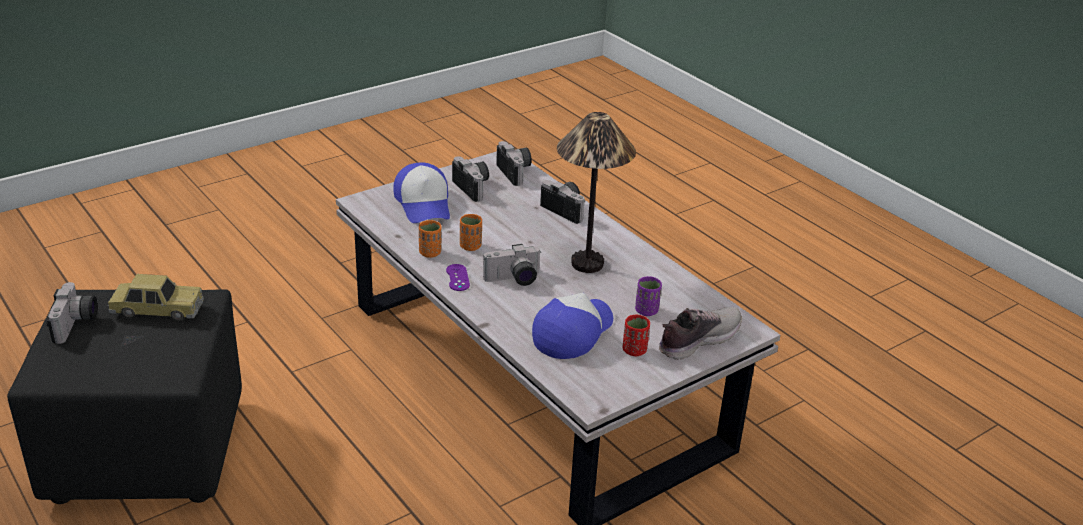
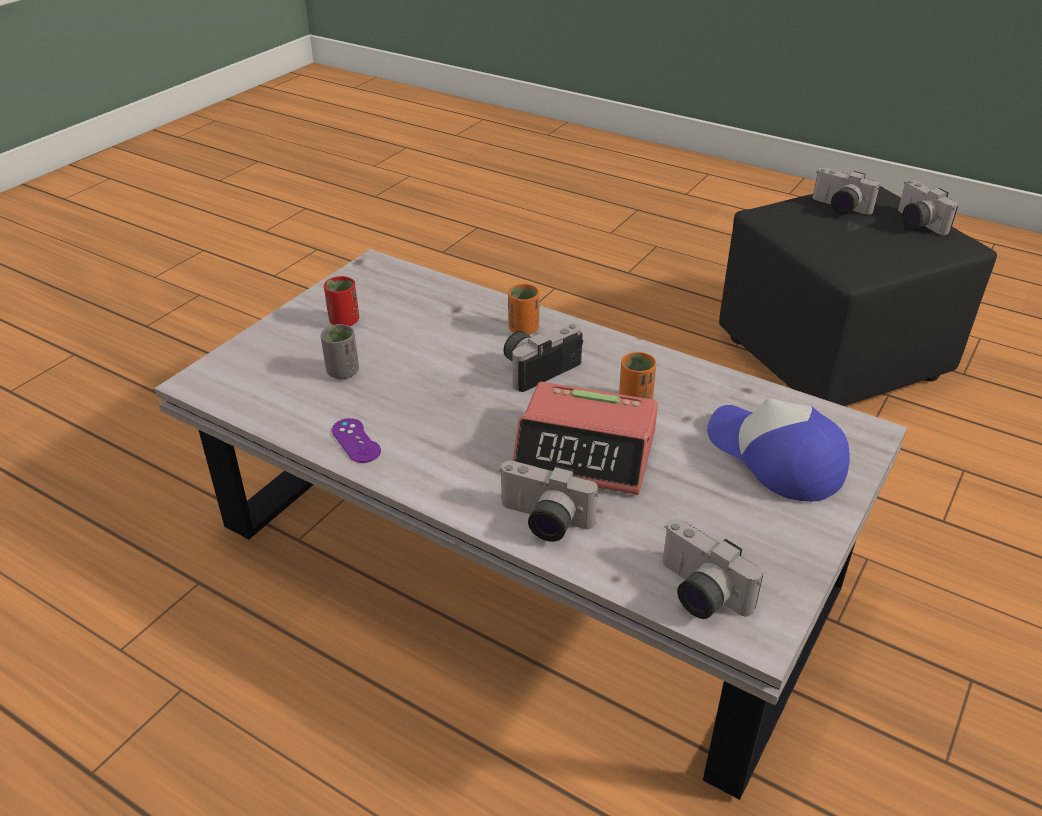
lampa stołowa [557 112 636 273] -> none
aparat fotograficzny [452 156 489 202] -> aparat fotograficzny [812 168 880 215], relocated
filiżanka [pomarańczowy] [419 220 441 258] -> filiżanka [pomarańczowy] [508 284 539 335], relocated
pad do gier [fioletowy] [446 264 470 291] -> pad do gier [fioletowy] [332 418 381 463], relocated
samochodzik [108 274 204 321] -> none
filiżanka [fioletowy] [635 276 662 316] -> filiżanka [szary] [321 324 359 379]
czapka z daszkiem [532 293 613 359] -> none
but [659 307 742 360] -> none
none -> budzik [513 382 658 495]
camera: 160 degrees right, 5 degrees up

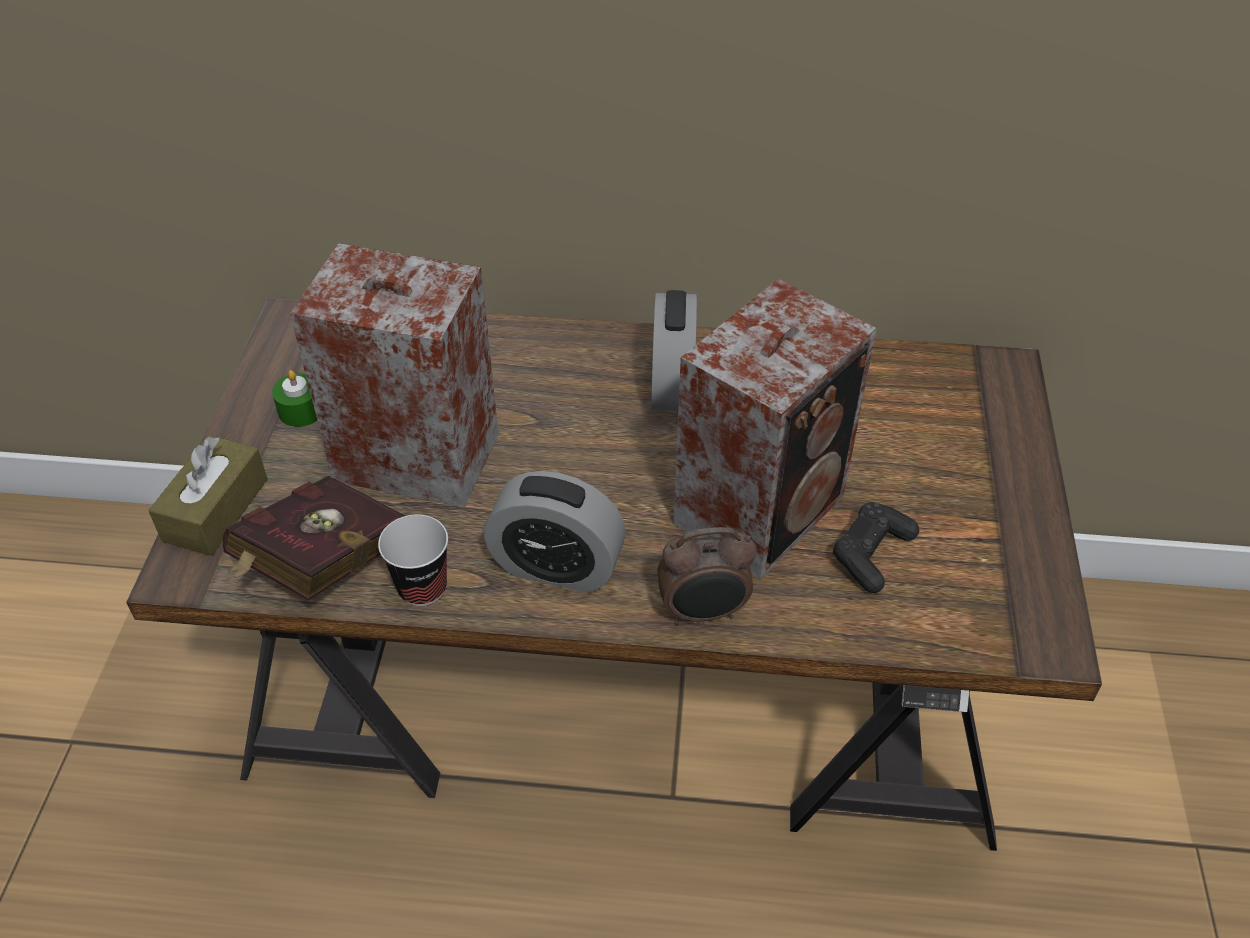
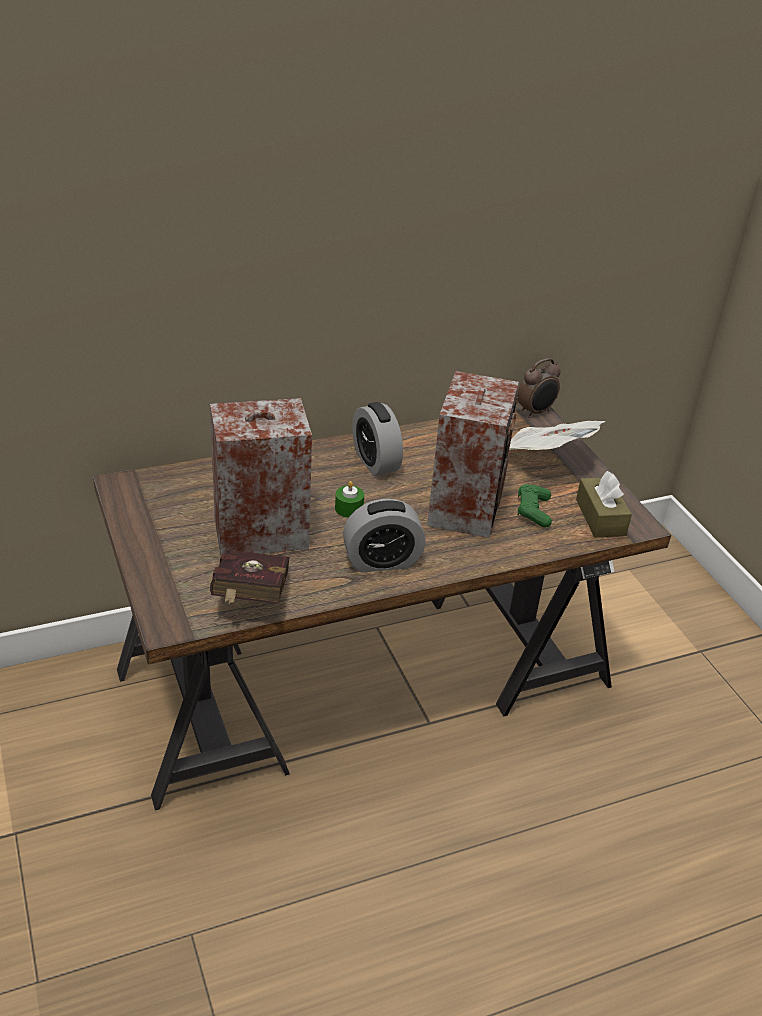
świeca [zielony] [272 370 317 427] -> świeca [zielony] [335 481 364 518], relocated
pudełko chusteczek [brązowy] [148 435 268 556] -> pudełko chusteczek [brązowy] [576 471 632 537], relocated
pad do gier [czarny] [833 502 919 593] -> pad do gier [zielony] [518 484 552 528]
filiżanka [378 514 448 606] -> none
budzik [658 527 756 625] -> budzik [517 358 561 418], relocated
none -> gazeta [509 421 605 450]
camera: 30 degrees left, 10 degrees down

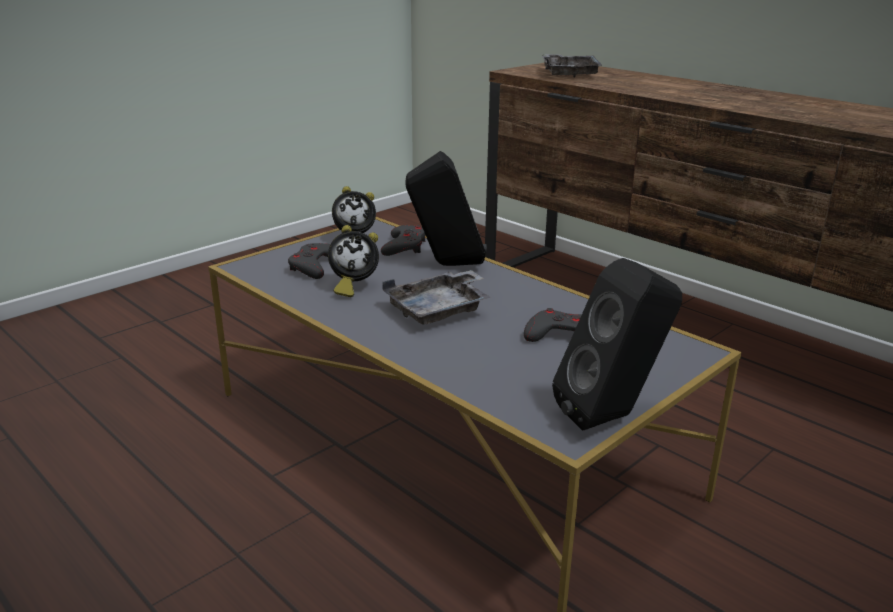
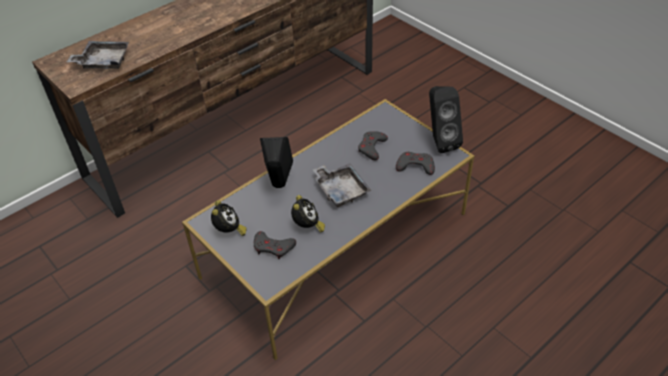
pad do gier [szary] [381 225 426 256] -> pad do gier [szary] [396 152 435 175], relocated
camera: 85 degrees left, 20 degrees up

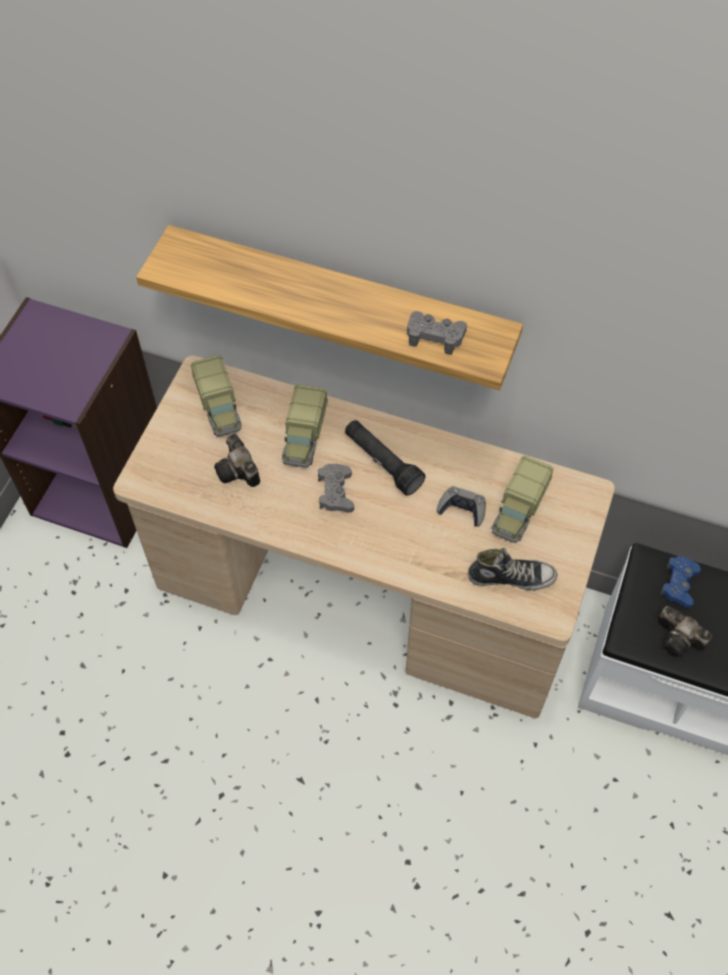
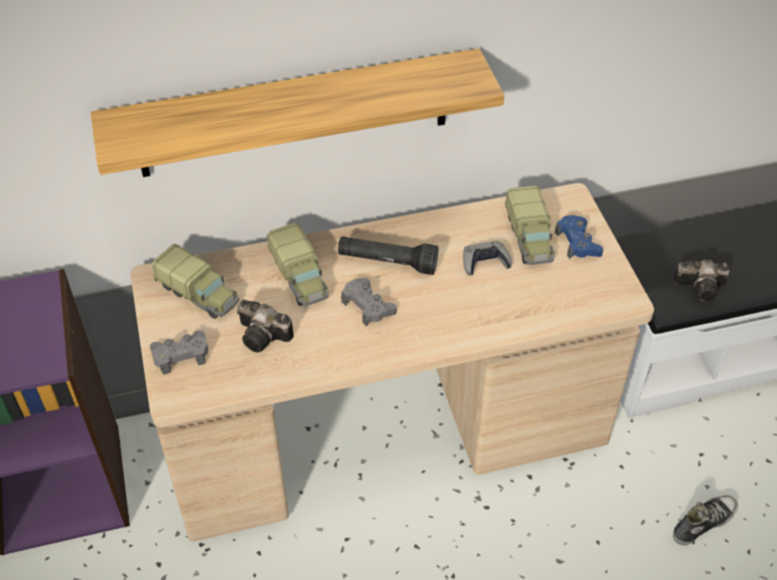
pad do gier [szary] [407 311 467 355] -> pad do gier [szary] [150 331 208 375], relocated
but [468 548 557 591] -> but [673 495 738 545], relocated
pad do gier [niebieski] [660 556 701 608] -> pad do gier [niebieski] [555 215 603 259], relocated
camera: 35 degrees left, 10 degrees down

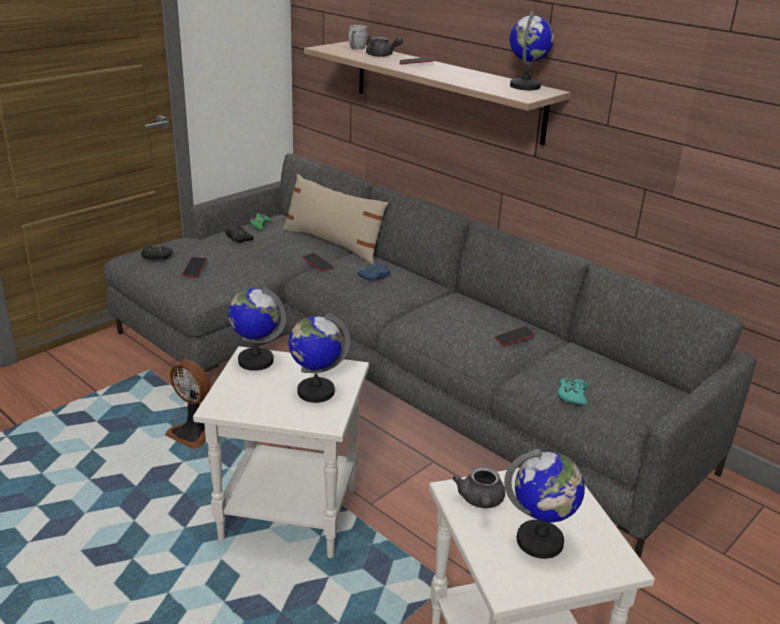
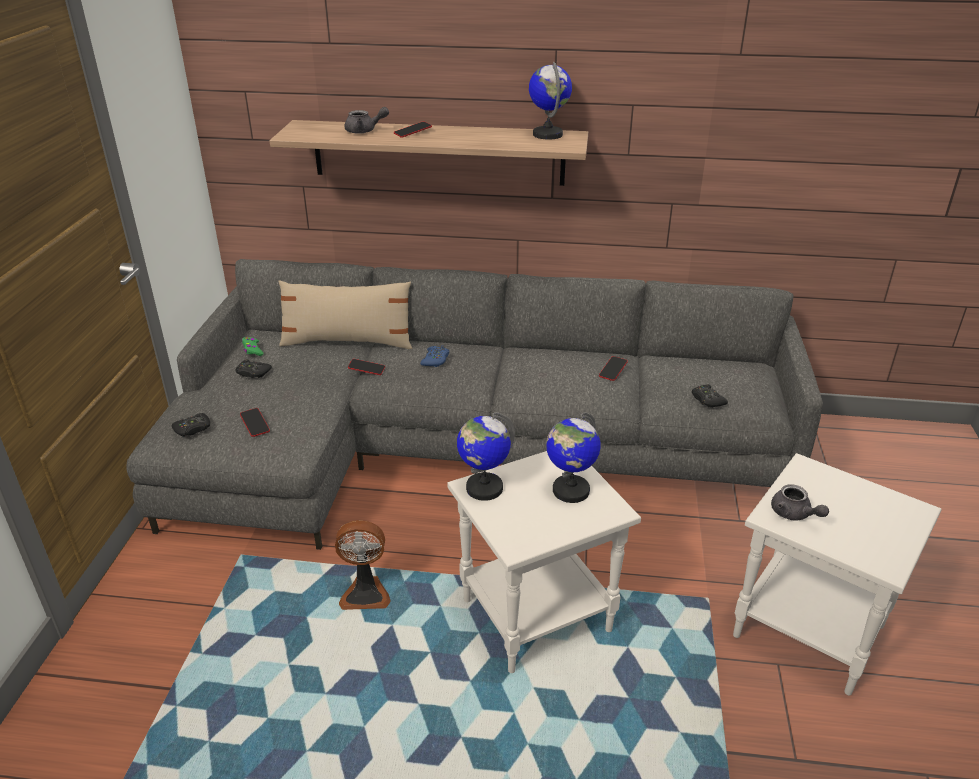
kubek [szary] [348 25 368 50] -> none
pad do gier [turkusowy] [558 377 589 405] -> pad do gier [czarny] [692 384 728 408]
globus [504 449 585 559] -> none
camera: 35 degrees left, 5 degrees up

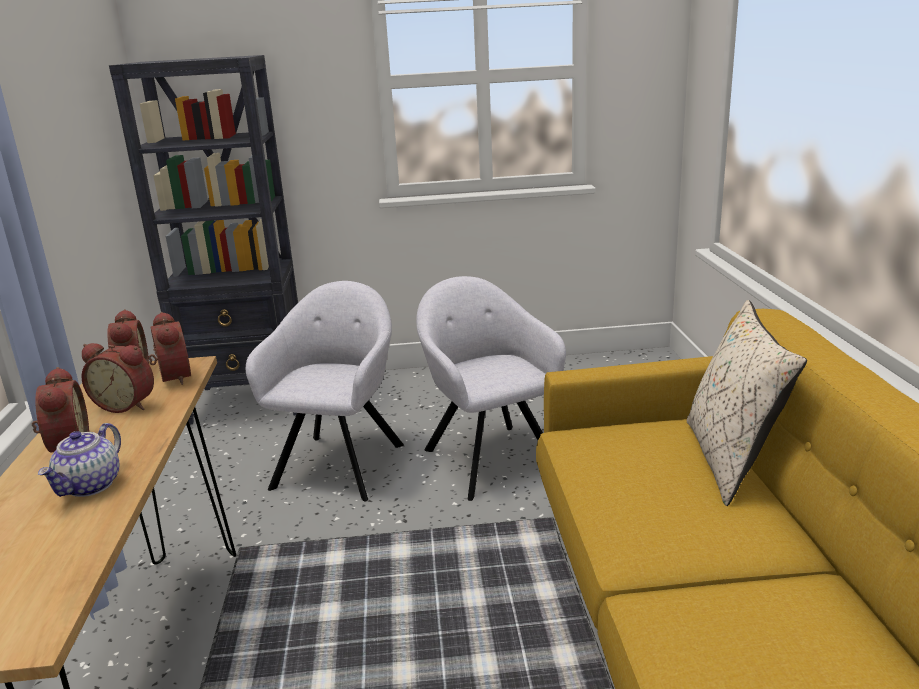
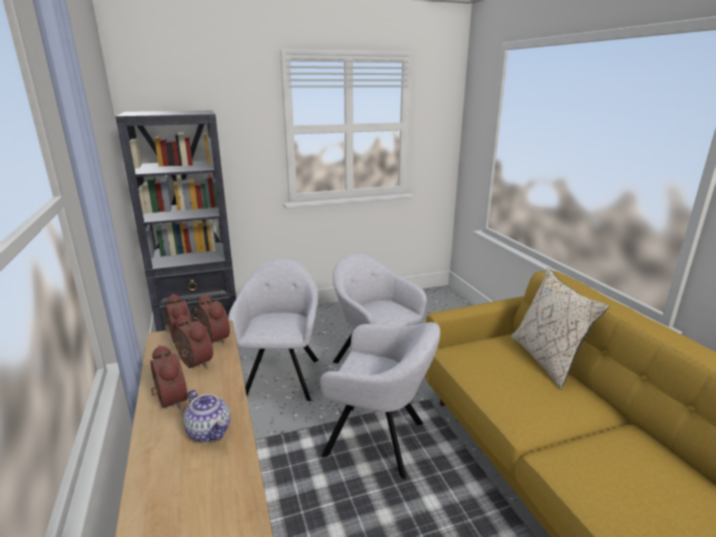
budzik [81 343 154 413] -> budzik [174 315 213 368], 135 degrees counterclockwise
imbryk [38 423 121 497] -> imbryk [183 390 231 442], 45 degrees counterclockwise
none -> fotel [szary] [320 322 440 479]
camera: 15 degrees left, 0 degrees up

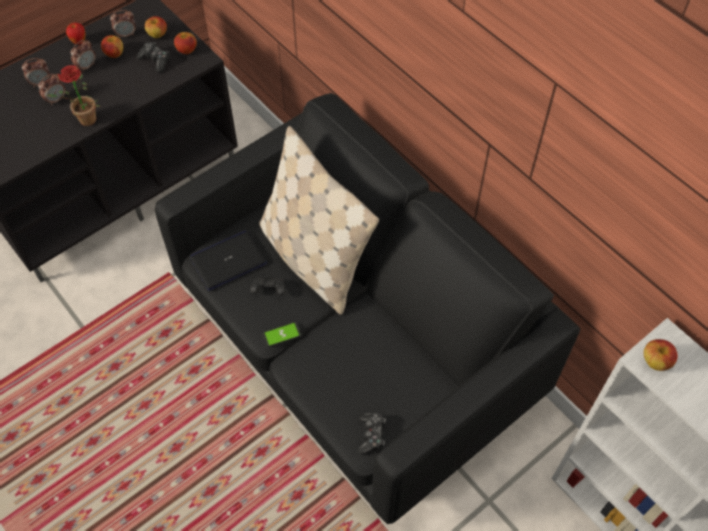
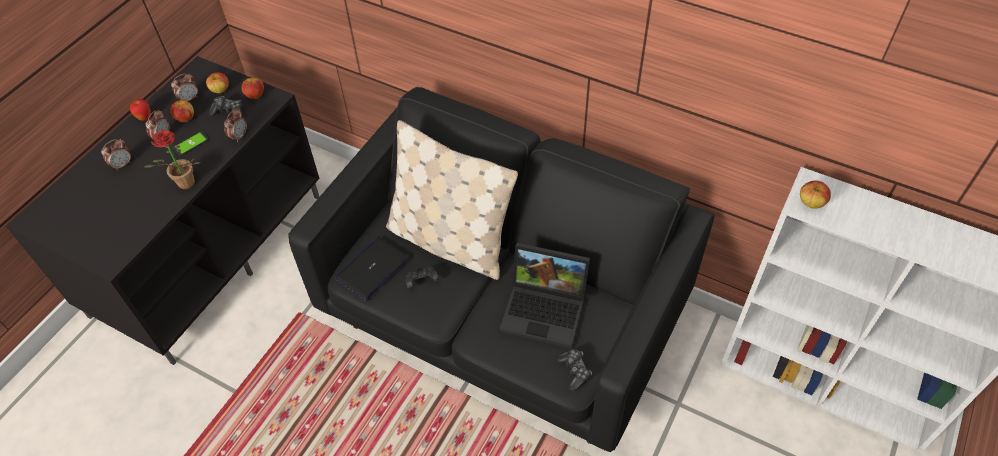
budzik [38 73 65 106] -> budzik [224 109 247 142], relocated
telefon [262 322 302 347] -> telefon [173 131 209 156], relocated
none -> laptop [499 243 590 349]
camera: 20 degrees left, 5 degrees down

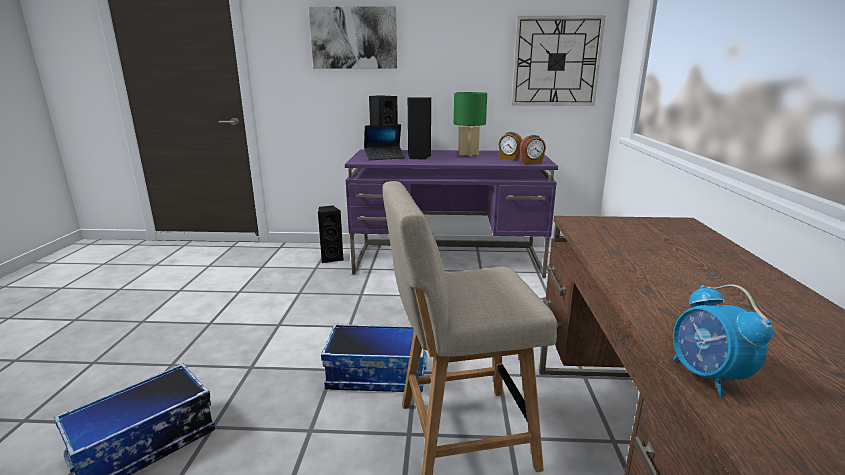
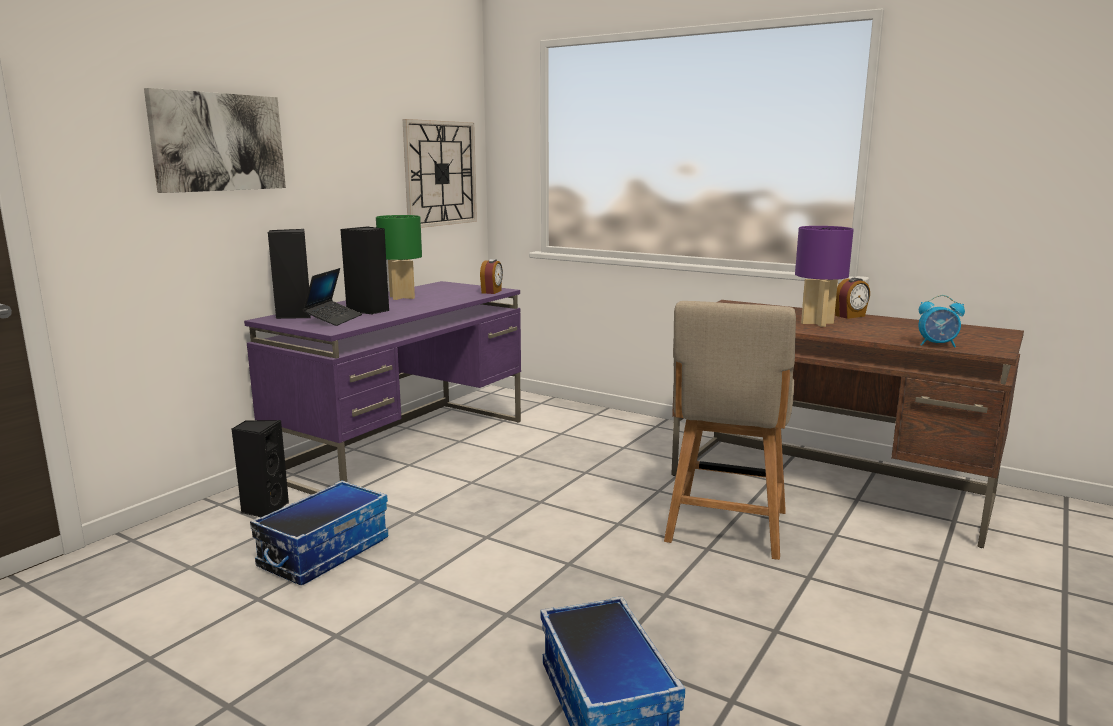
budzik [498 132 522 161] -> budzik [835 278 870 319], relocated
pojemnik do przechowywania [321 324 427 392] -> pojemnik do przechowywania [250 480 388 585], relocated
none -> lampa stołowa [fioletowy] [795 226 854 327]
camera: 60 degrees left, 5 degrees down

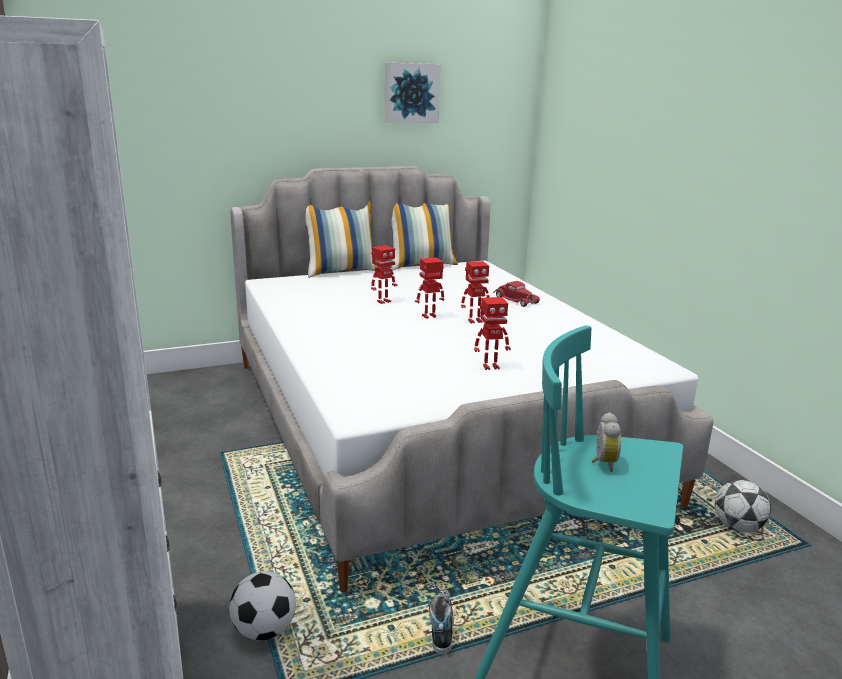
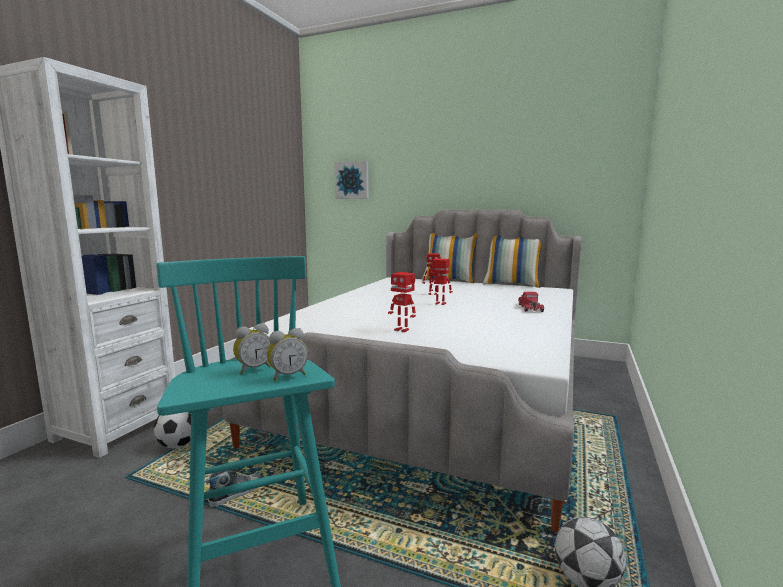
obraz [385 63 440 123] -> obraz [334 161 369 199], relocated
robot zabawkowy [461 261 489 323] -> none
none -> budzik [267 328 308 381]
camera: 45 degrees right, 10 degrees down

